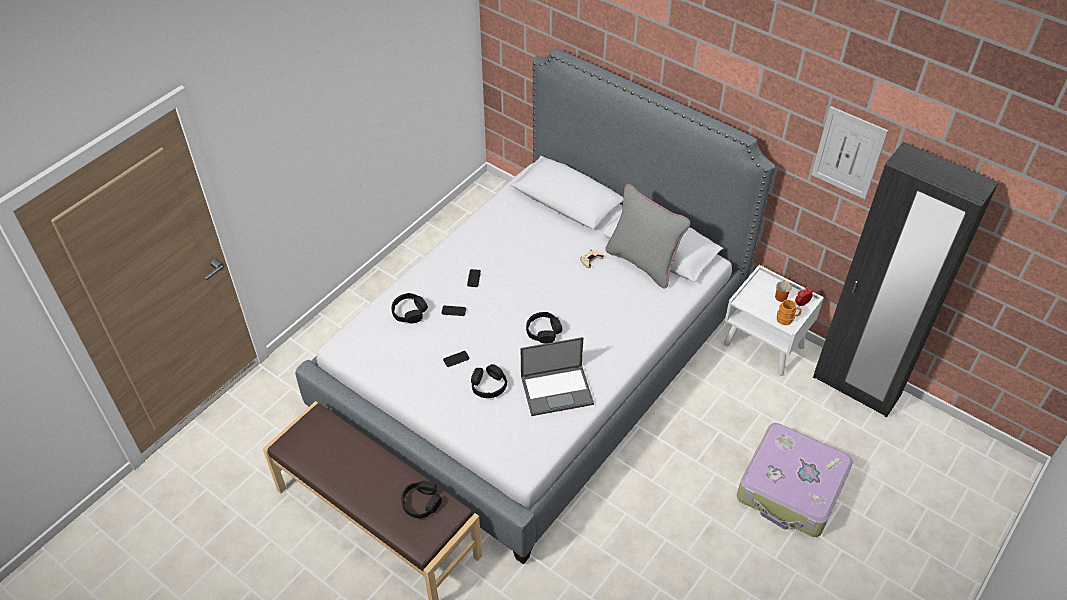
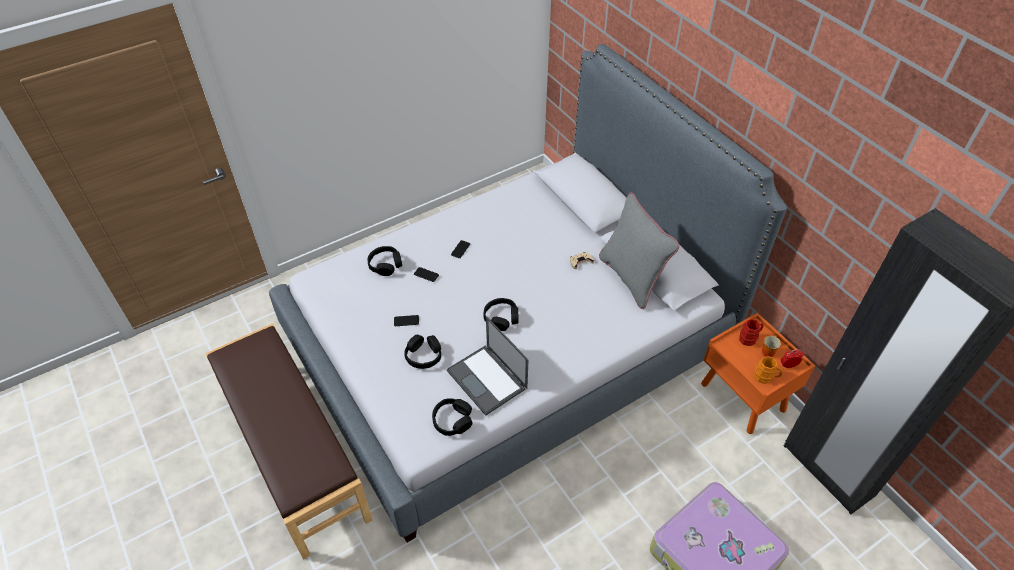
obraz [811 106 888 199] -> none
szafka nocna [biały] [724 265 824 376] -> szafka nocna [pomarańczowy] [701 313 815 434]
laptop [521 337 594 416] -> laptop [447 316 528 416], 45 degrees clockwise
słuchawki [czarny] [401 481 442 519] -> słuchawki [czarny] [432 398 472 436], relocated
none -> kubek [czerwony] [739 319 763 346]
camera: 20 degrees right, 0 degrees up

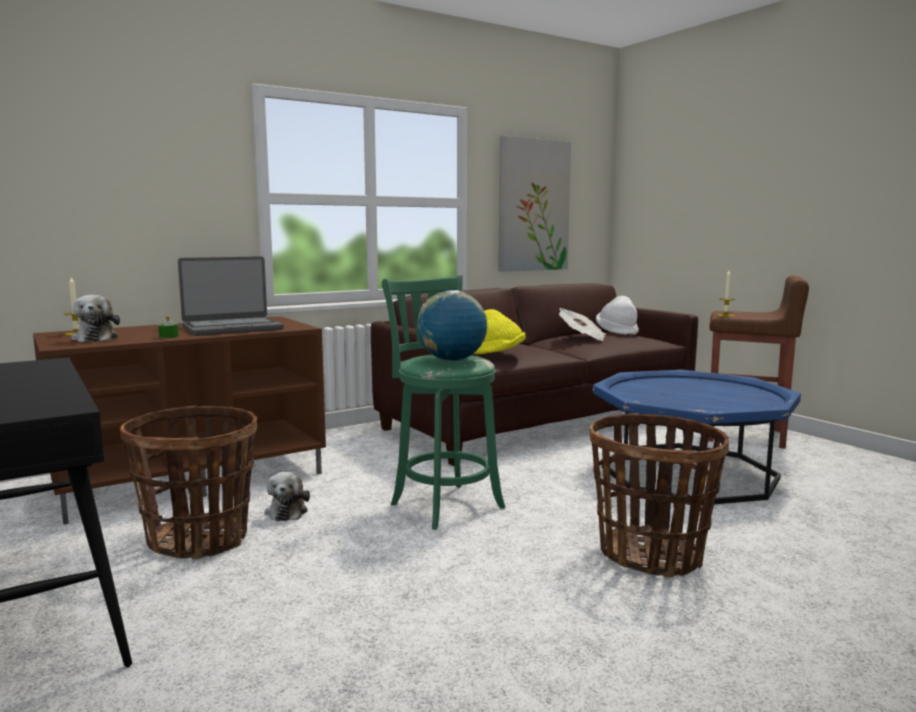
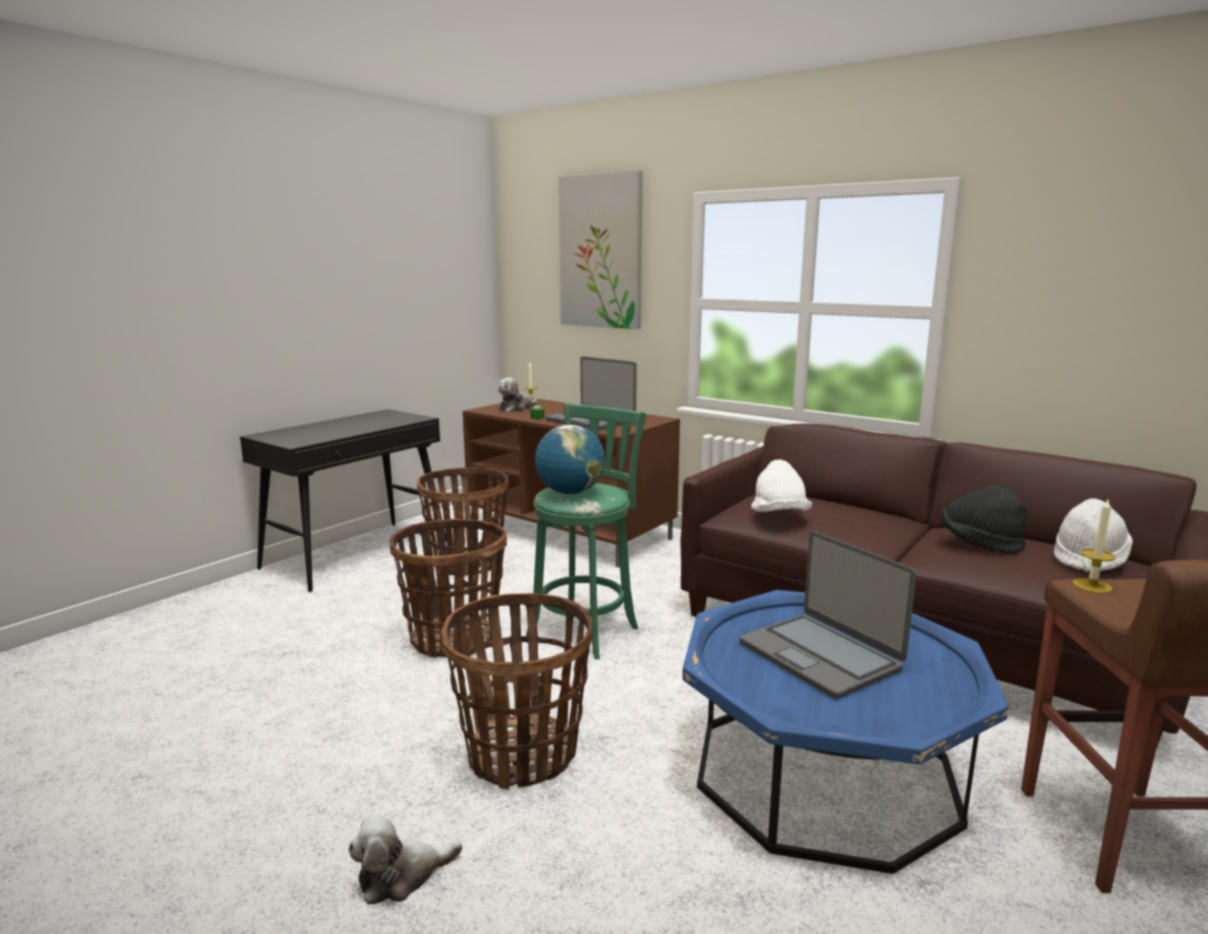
obraz [498 136 571 272] -> obraz [559 170 643 329], relocated
gazeta [559 308 606 341] -> kapelusz [czarny] [941 485 1026 554]
kapelusz [żółty] [473 309 526 354] -> kapelusz [biały] [751 460 812 512]
pluszak [265 472 310 521] -> pluszak [348 814 462 905], relocated
none -> koszyk [389 519 507 658]
none -> laptop [740 531 916 699]
camera: 70 degrees right, 5 degrees up

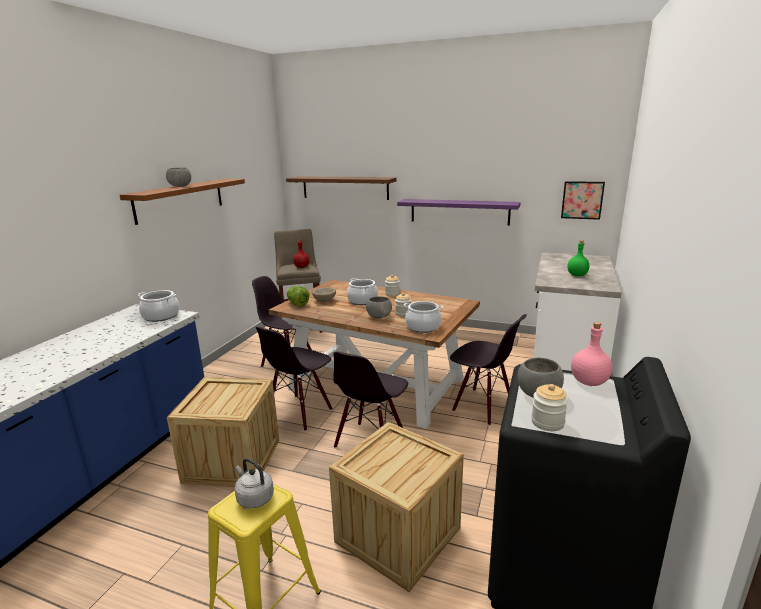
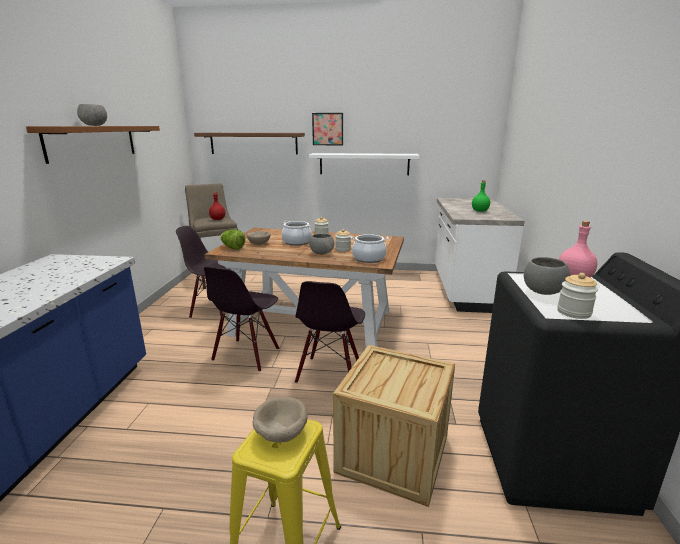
obraz [561 181 605 220] -> obraz [312 113 343 145], relocated
półka [fioletowy] [397 199 521 226] -> półka [biały] [309 153 420 175]
garnek [138 290 179 322] -> none
krzesło [czarny] [450 314 527 426] -> none
skrzynka [167 377 279 487] -> none
czajnik [szary] [234 458 274 509] -> miska [beżowy] [253 397 308 442]
camera: 15 degrees left, 0 degrees up

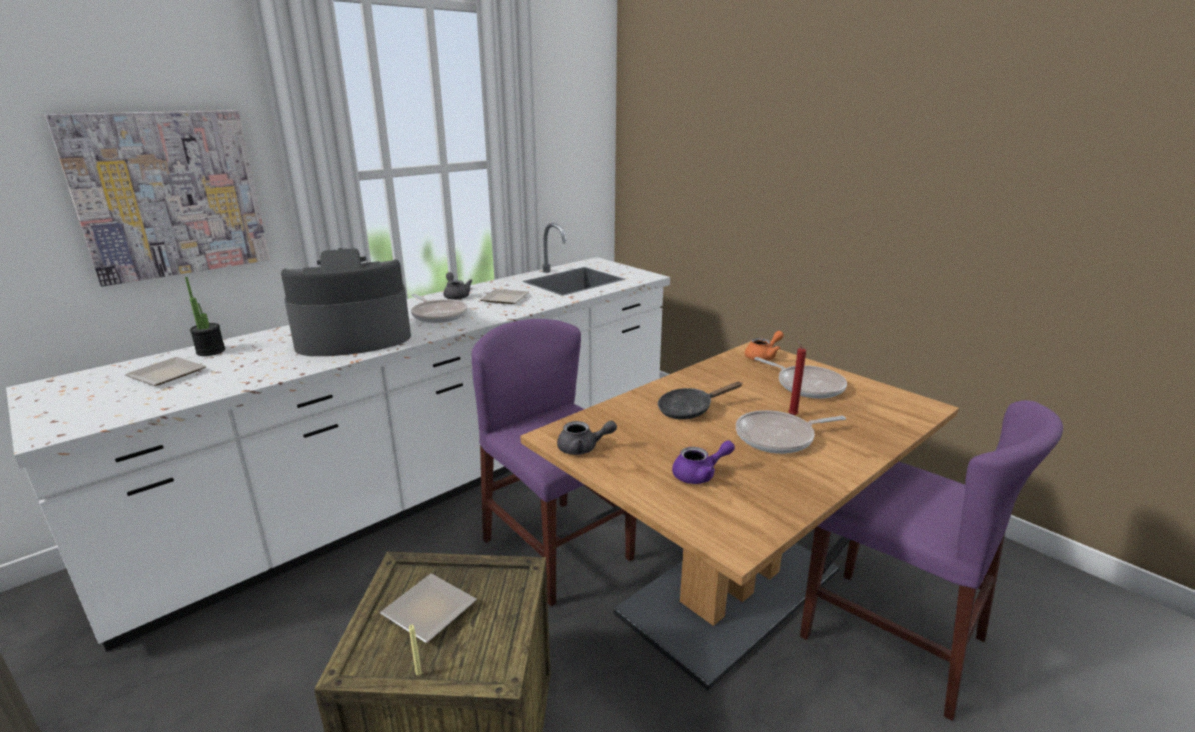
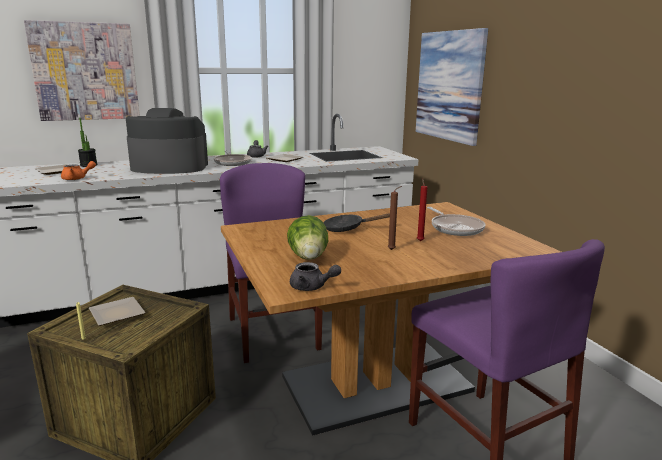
imbryk [pomarańczowy] [745 331 784 361] -> imbryk [pomarańczowy] [61 161 96 180], relocated
patelnia [736 410 846 454] -> świeca [brązowy] [388 186 402 250]
imbryk [szary] [557 420 617 455] -> imbryk [szary] [290 262 341 291], relocated
imbryk [fioletowy] [672 440 735 484] -> sałata [287 215 328 260]
none -> obraz [416 28 488 146]
camera: 20 degrees right, 5 degrees down

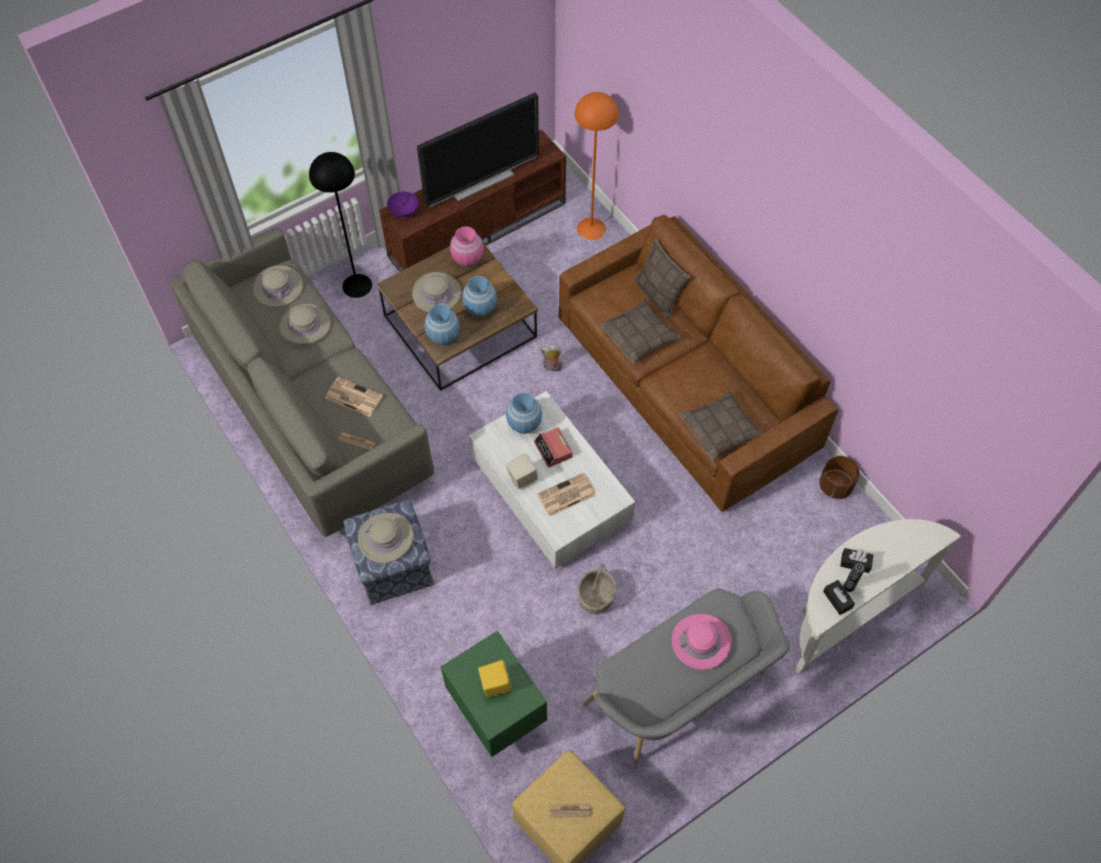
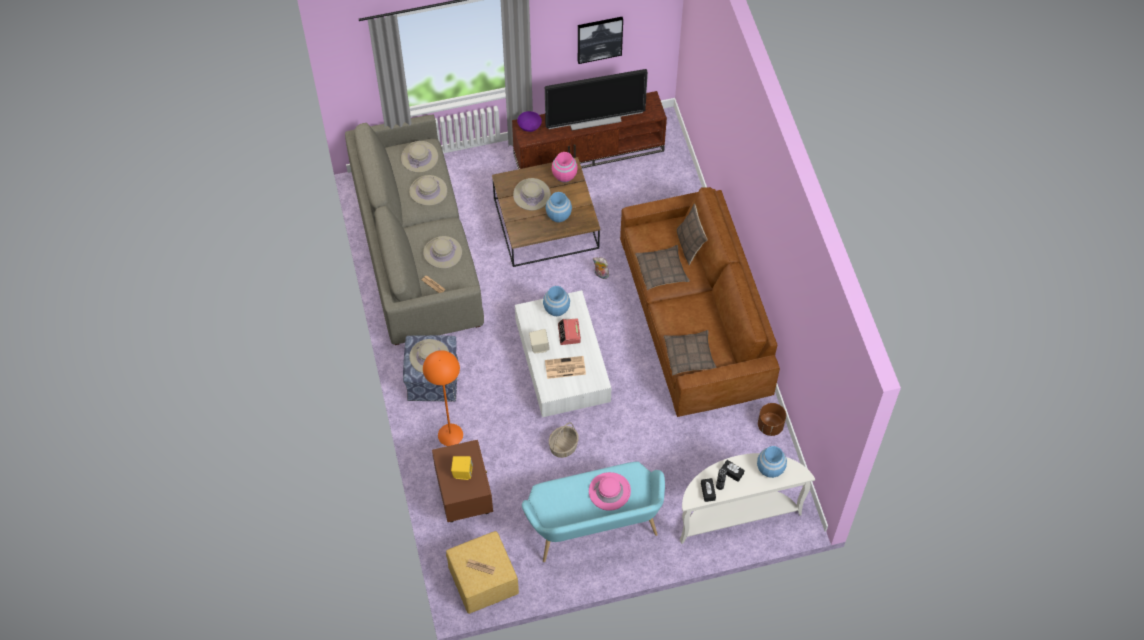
lampa stojąca [pomarańczowy] [575 92 619 240] -> lampa stojąca [pomarańczowy] [423 350 463 446], relocated
lampa stojąca [czarny] [309 152 372 298] -> none
wazon [niebieski] [424 304 460 345] -> wazon [niebieski] [757 446 787 478], relocated
gazeta [325 377 383 417] -> kapelusz [beżowy] [423 236 462 269]
ławka [szary] [583 588 790 764] -> ławka [turkusowy] [522 462 665 562]
szafka nocna [zielony] [441 631 547 757] -> szafka nocna [brązowy] [432 440 493 522]
none -> obraz [578 17 623 64]
camera: 20 degrees right, 0 degrees up

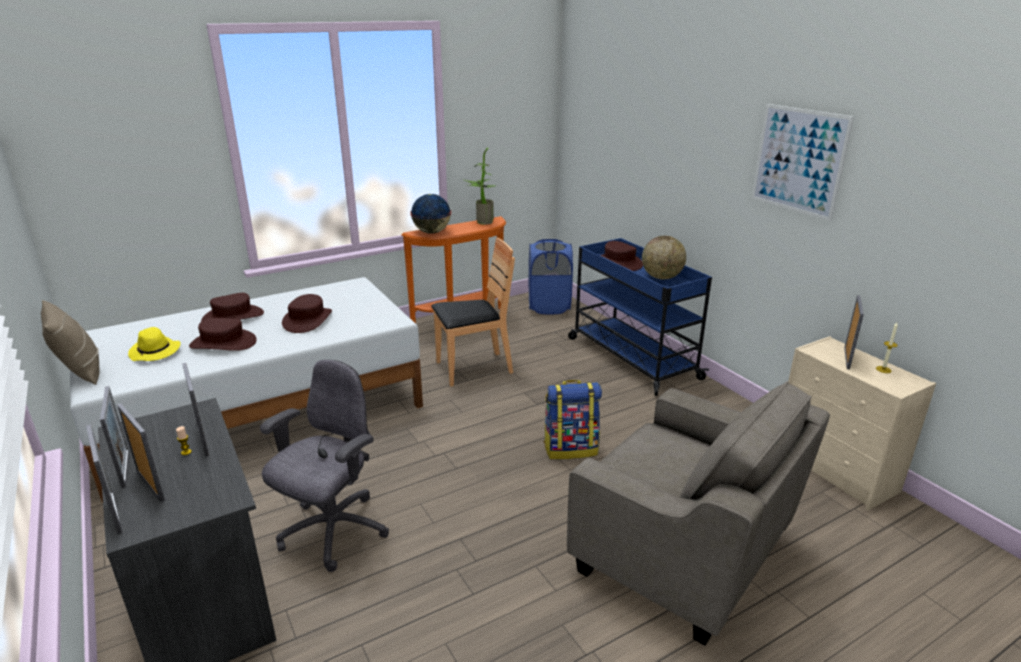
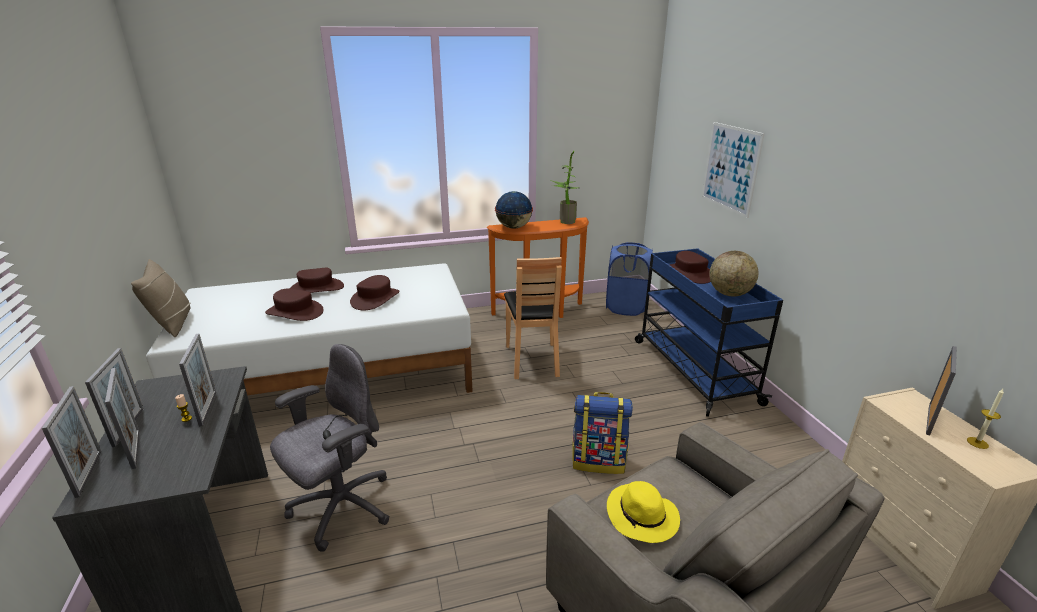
obraz [752 104 854 221] -> obraz [702 122 765 218], relocated
krzesło [brązowy] [431 238 515 386] -> krzesło [brązowy] [504 257 562 379], 90 degrees clockwise
kapelusz [żółty] [128 327 181 361] -> kapelusz [żółty] [607 481 680 543], relocated
camera: 15 degrees right, 0 degrees up

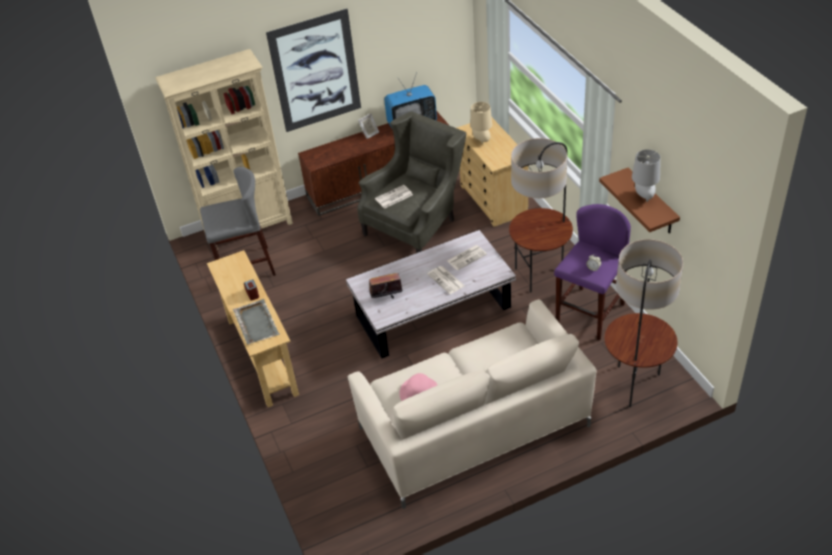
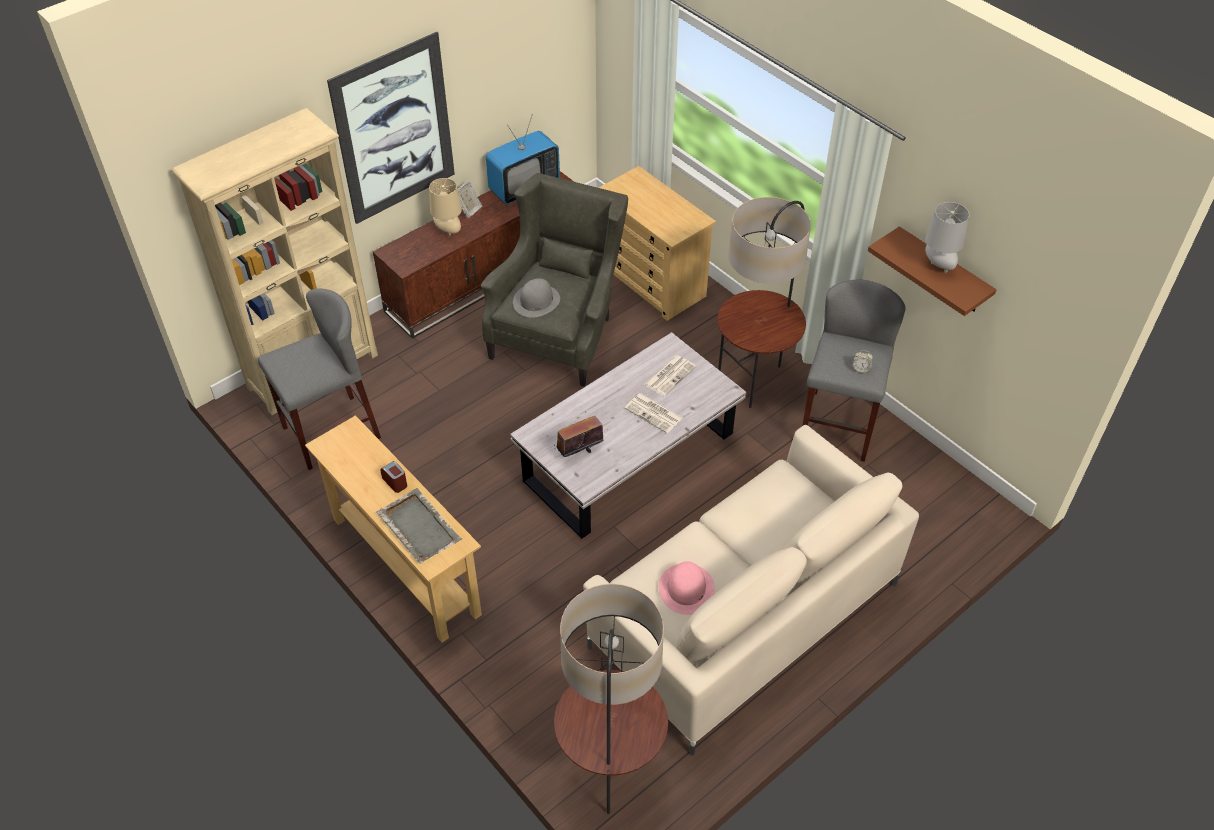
lampa stołowa [beżowy] [470 102 492 144] -> lampa stołowa [beżowy] [429 178 462 236], relocated
gazeta [375 185 413 209] -> kapelusz [szary] [513 278 560 318]
stołek [fioletowy] [554 204 631 341] -> stołek [szary] [802 280 906 462]
lampa stojąca [604 239 683 407] -> lampa stojąca [554 584 668 814], relocated
camera: 20 degrees left, 5 degrees up

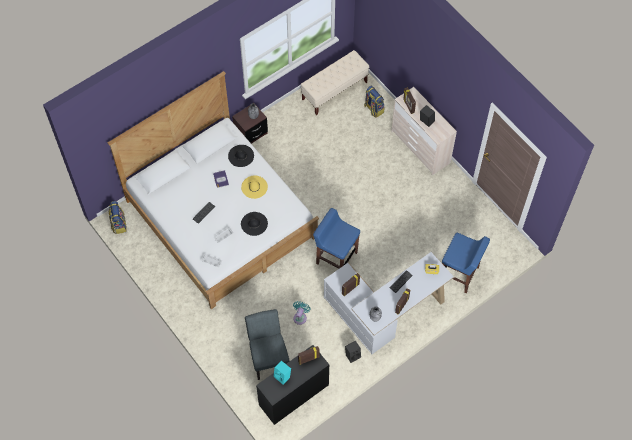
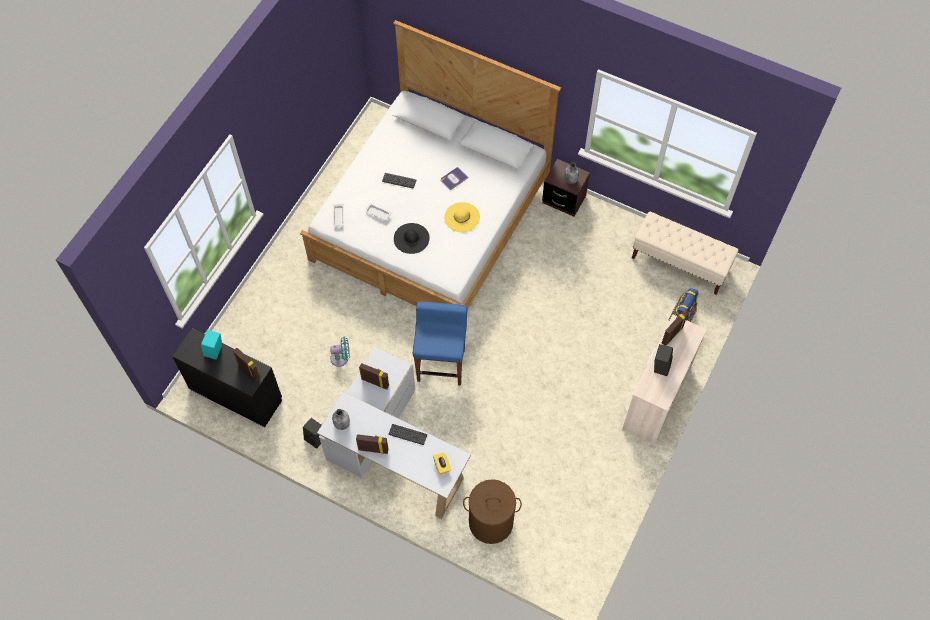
kapelusz [czarny] [228 145 254 167] -> none
plecak [109 201 127 234] -> none
stołek [niebieski] [442 233 490 293] -> kosz na pranie [brązowy] [463 479 522 544]
krzesło [szary] [245 309 290 380] -> none
camera: 65 degrees right, 0 degrees up

